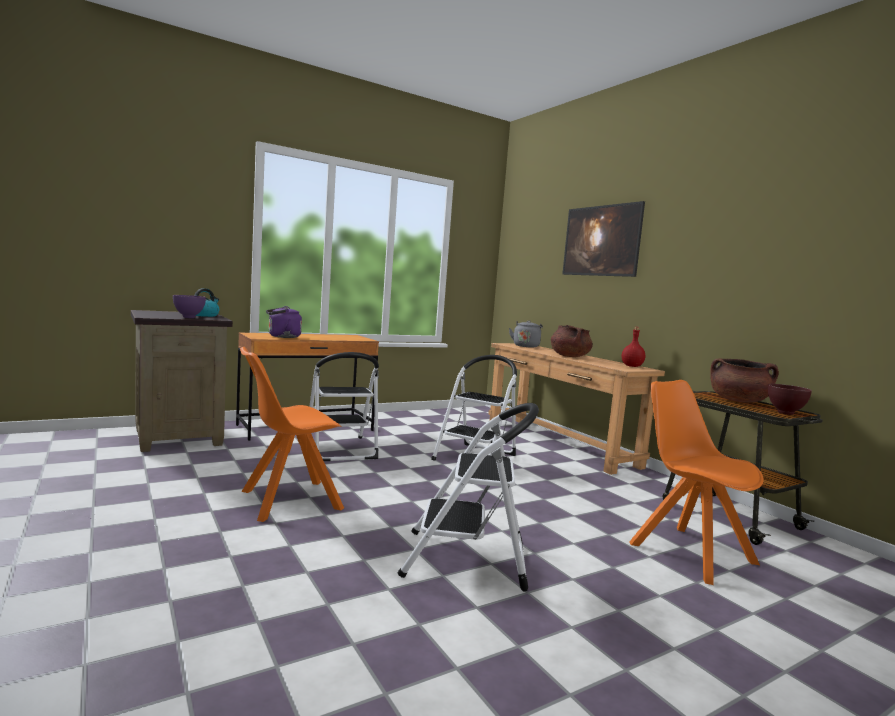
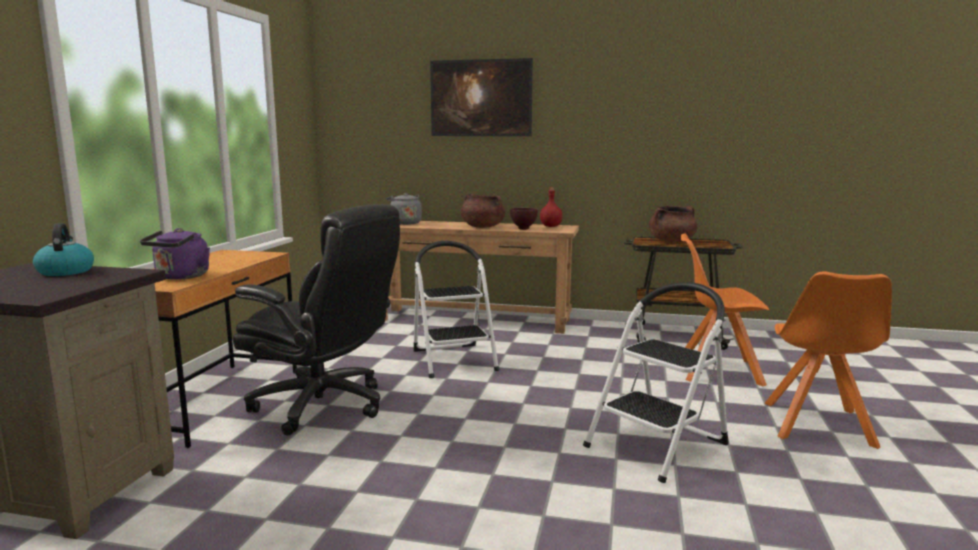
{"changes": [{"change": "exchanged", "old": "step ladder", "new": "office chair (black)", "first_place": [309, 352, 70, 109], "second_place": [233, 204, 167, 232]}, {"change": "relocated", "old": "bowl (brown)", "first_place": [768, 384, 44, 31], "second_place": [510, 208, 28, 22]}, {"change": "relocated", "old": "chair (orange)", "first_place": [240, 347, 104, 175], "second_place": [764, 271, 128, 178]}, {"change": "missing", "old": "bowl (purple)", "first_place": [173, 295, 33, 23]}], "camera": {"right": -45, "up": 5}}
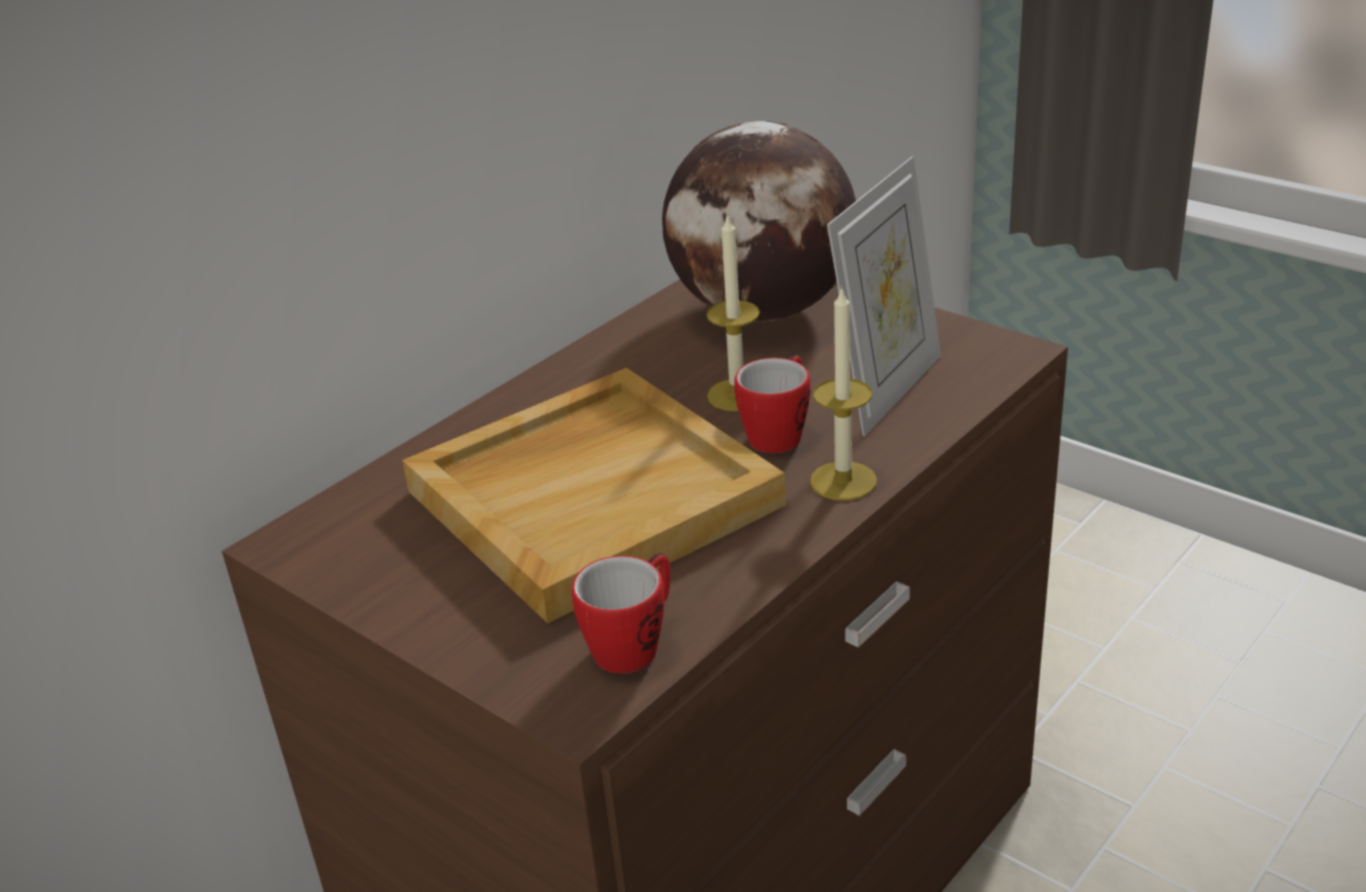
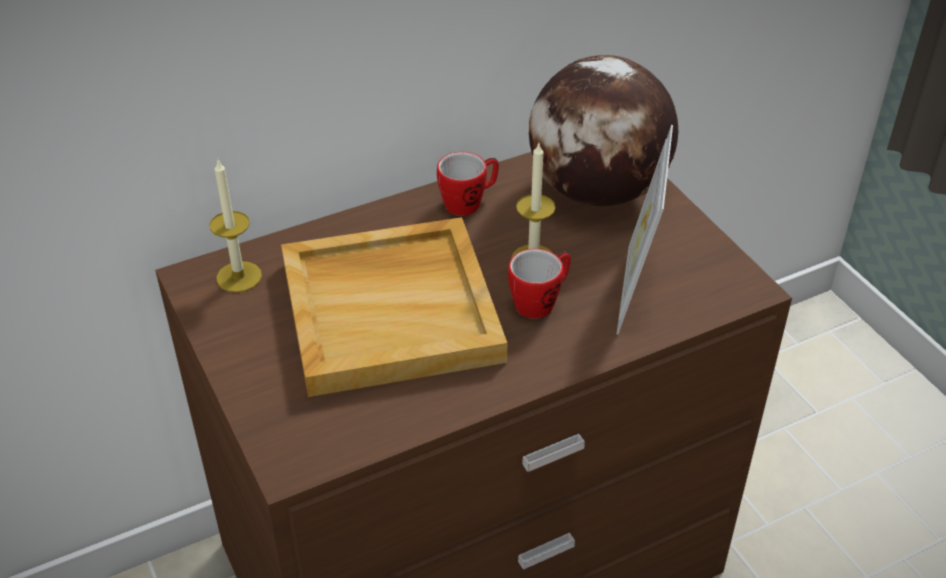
{"changes": [{"change": "relocated", "old": "candle", "first_place": [810, 286, 67, 215], "second_place": [209, 160, 53, 132]}, {"change": "relocated", "old": "mug", "first_place": [571, 553, 99, 120], "second_place": [437, 152, 62, 64]}, {"change": "spun", "old": "picture frame", "first_place": [827, 157, 114, 279], "second_place": [617, 125, 56, 210], "degrees": 135}], "camera": {"right": 20, "up": 10}}
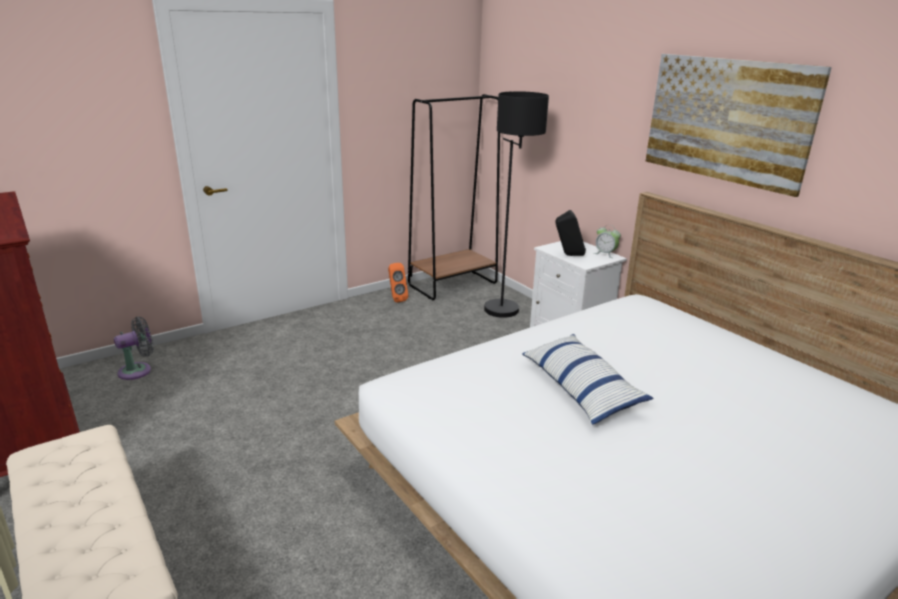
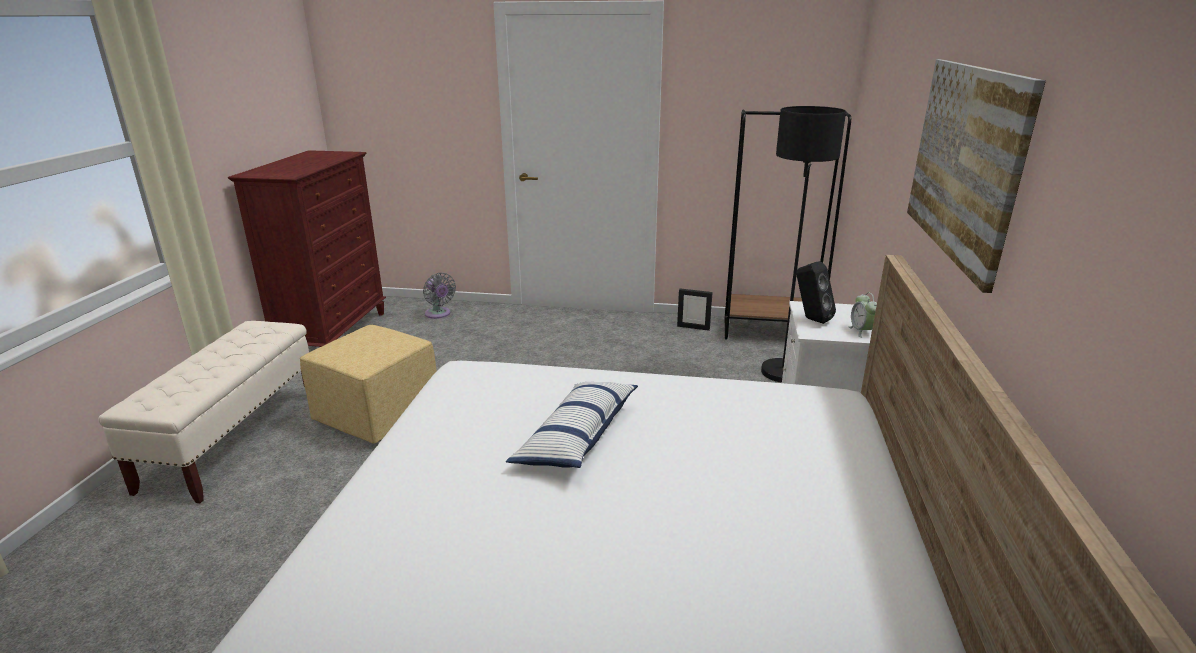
{"changes": [{"change": "appeared", "new": "ottoman (yellow)", "second_place": [300, 325, 137, 118]}, {"change": "spun", "old": "fan (grey)", "first_place": [114, 317, 40, 63], "second_place": [423, 272, 33, 47], "degrees": 45}, {"change": "exchanged", "old": "speaker (orange)", "new": "picture frame", "first_place": [388, 263, 20, 40], "second_place": [677, 288, 36, 43]}], "camera": {"right": 45, "up": 0}}
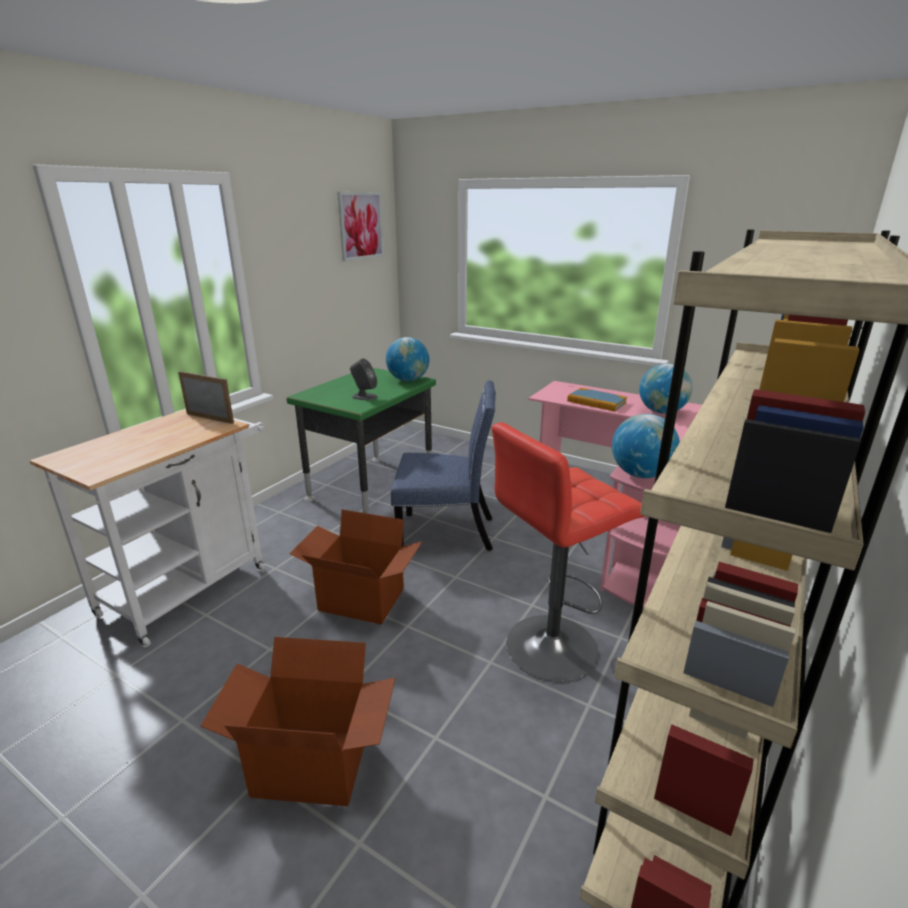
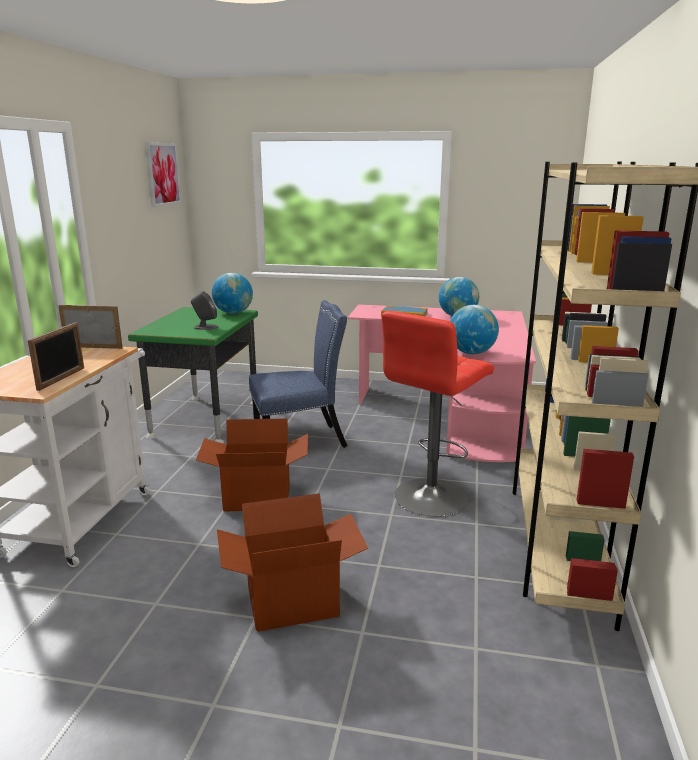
{"changes": [{"change": "appeared", "new": "picture frame", "second_place": [28, 322, 56, 69]}], "camera": {"right": -20, "up": -5}}
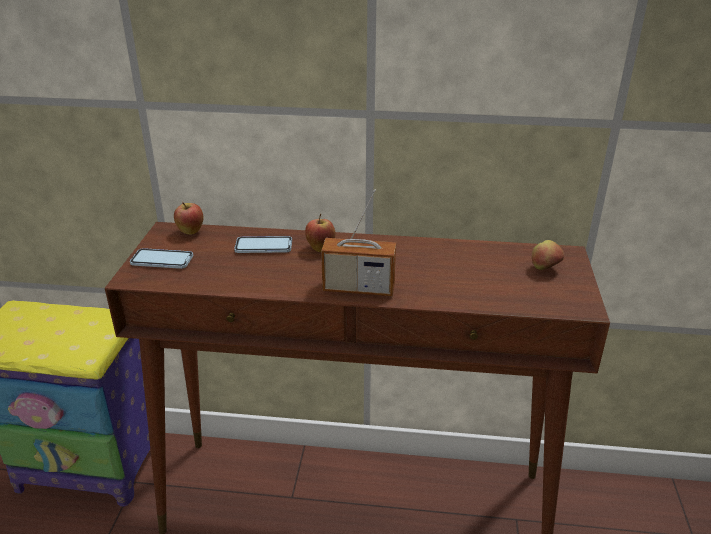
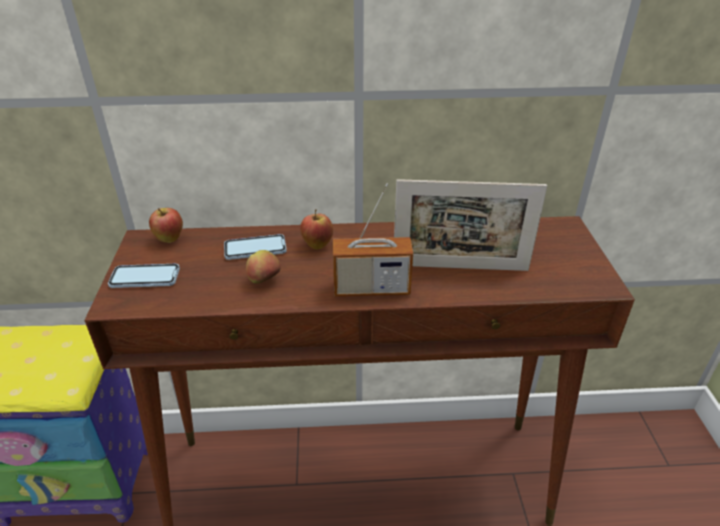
{"changes": [{"change": "relocated", "old": "apple", "first_place": [532, 240, 32, 30], "second_place": [246, 250, 35, 34]}, {"change": "appeared", "new": "picture frame", "second_place": [394, 179, 153, 92]}], "camera": {"right": -10, "up": 5}}
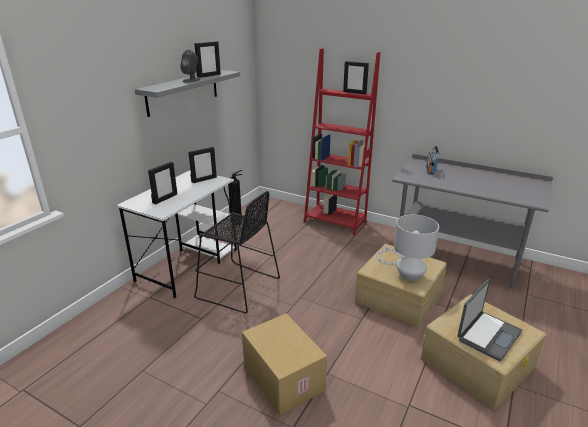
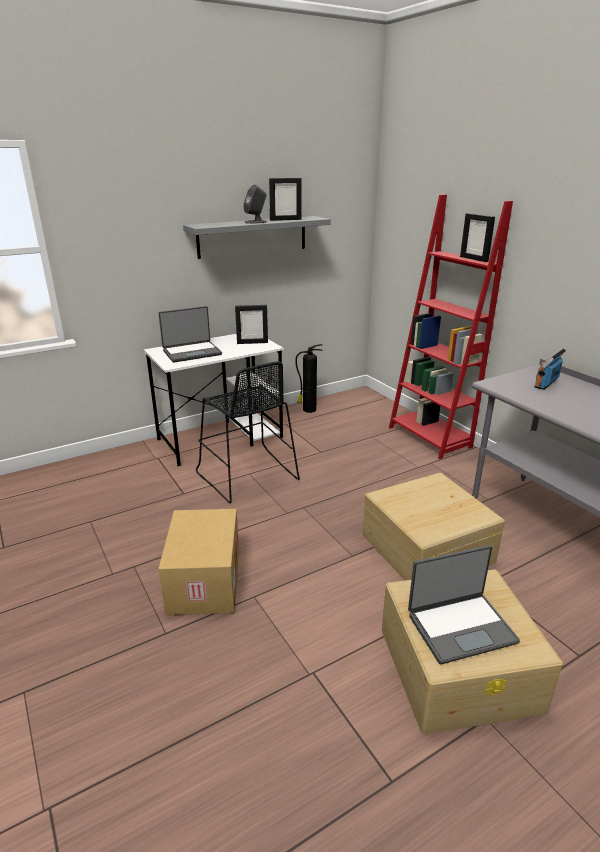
{"changes": [{"change": "exchanged", "old": "picture frame", "new": "laptop", "first_place": [148, 162, 29, 42], "second_place": [158, 306, 64, 57]}, {"change": "missing", "old": "table lamp (white)", "first_place": [376, 215, 63, 66]}], "camera": {"right": 30, "up": 0}}
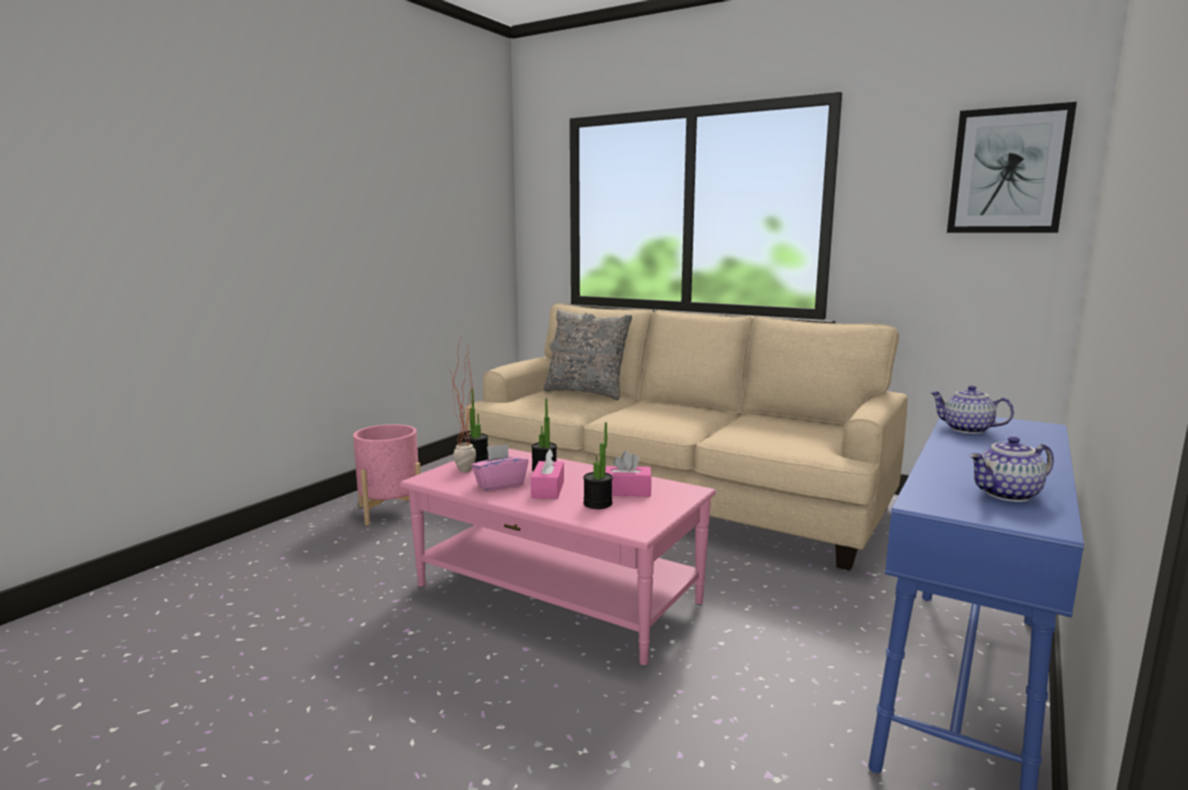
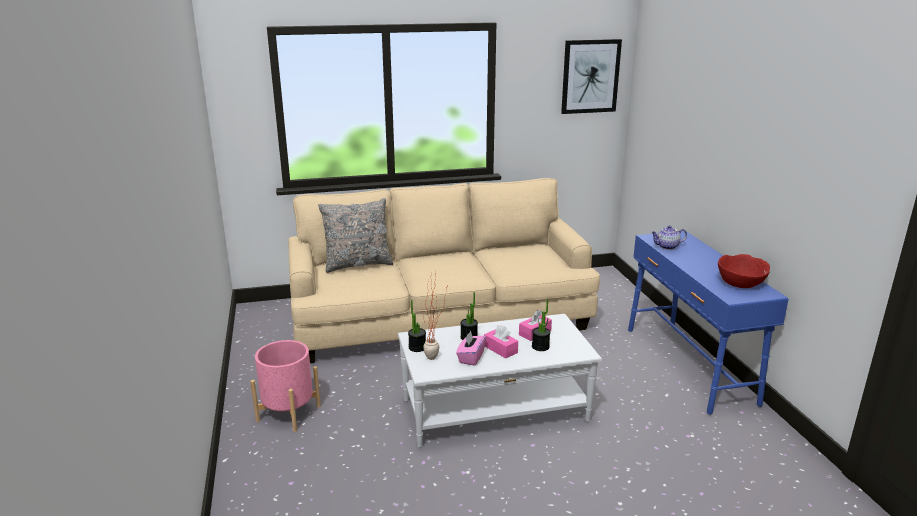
{"changes": [{"change": "colour", "old": "coffee table (pink)", "new": "coffee table (white)", "first_place": [400, 445, 316, 221], "second_place": [398, 314, 204, 134]}, {"change": "exchanged", "old": "teapot", "new": "bowl (red)", "first_place": [969, 436, 85, 66], "second_place": [718, 254, 52, 34]}], "camera": {"right": -45, "up": 10}}
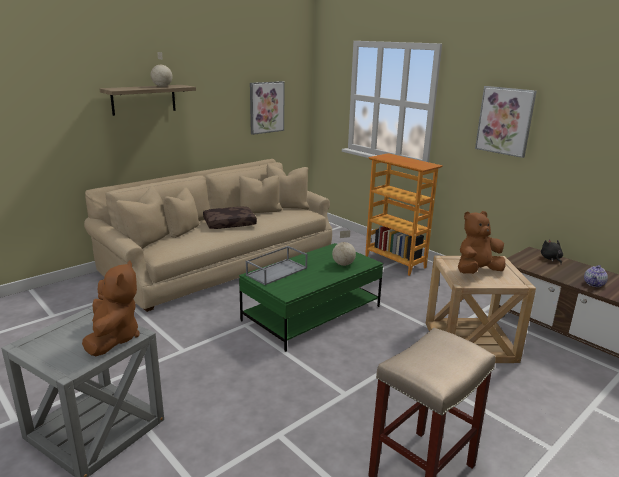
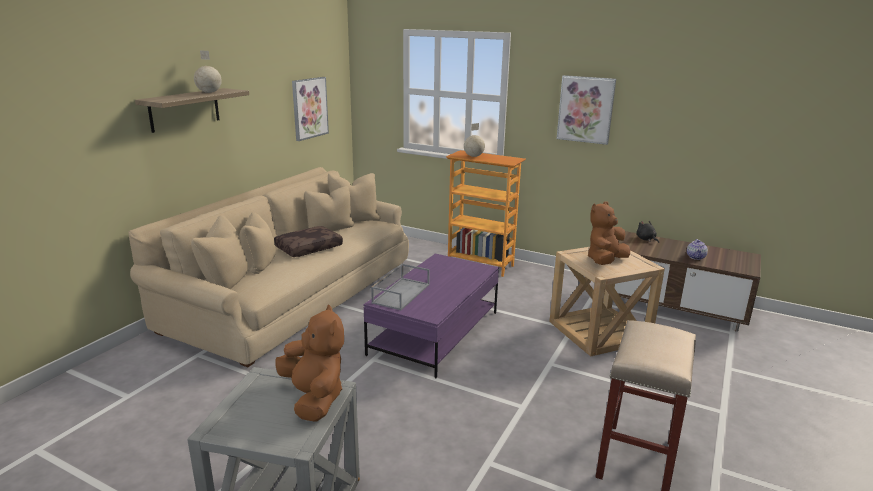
{"changes": [{"change": "colour", "old": "coffee table (green)", "new": "coffee table (purple)", "first_place": [239, 243, 144, 109], "second_place": [364, 253, 135, 125]}, {"change": "relocated", "old": "globe", "first_place": [332, 230, 24, 36], "second_place": [464, 123, 21, 34]}], "camera": {"right": -20, "up": 0}}
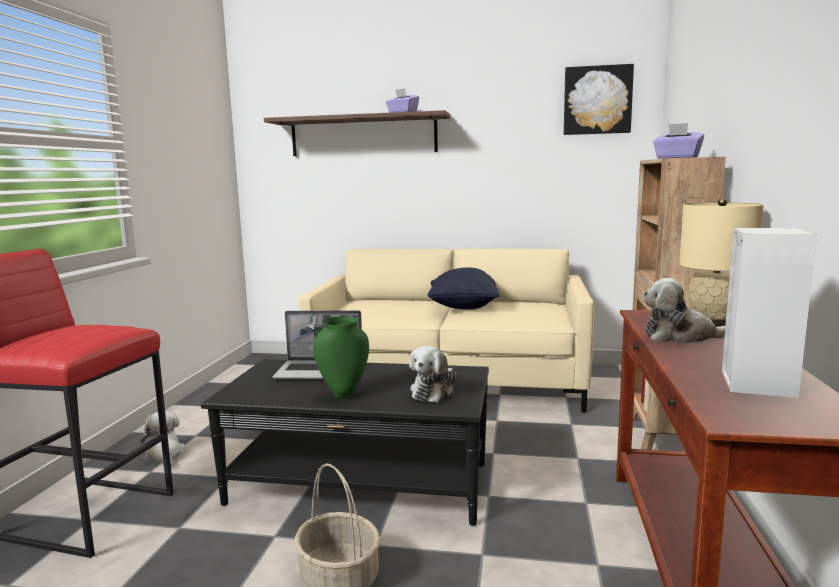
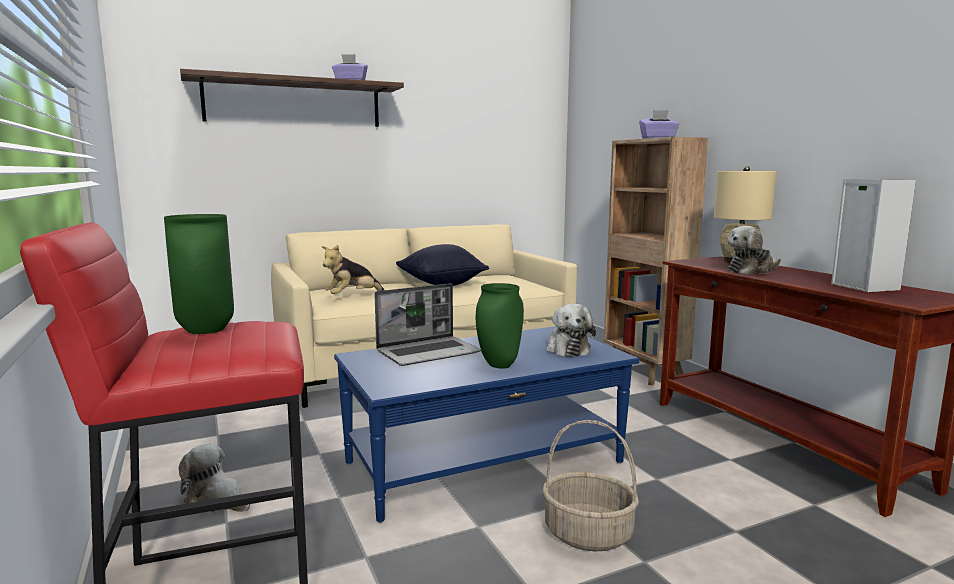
{"changes": [{"change": "appeared", "new": "vase (green)", "second_place": [164, 214, 70, 120]}, {"change": "appeared", "new": "plush toy", "second_place": [322, 245, 62, 49]}, {"change": "colour", "old": "coffee table (black)", "new": "coffee table (blue)", "first_place": [201, 359, 288, 168], "second_place": [334, 326, 305, 197]}, {"change": "missing", "old": "picture", "first_place": [564, 64, 70, 71]}], "camera": {"right": -35, "up": 0}}
